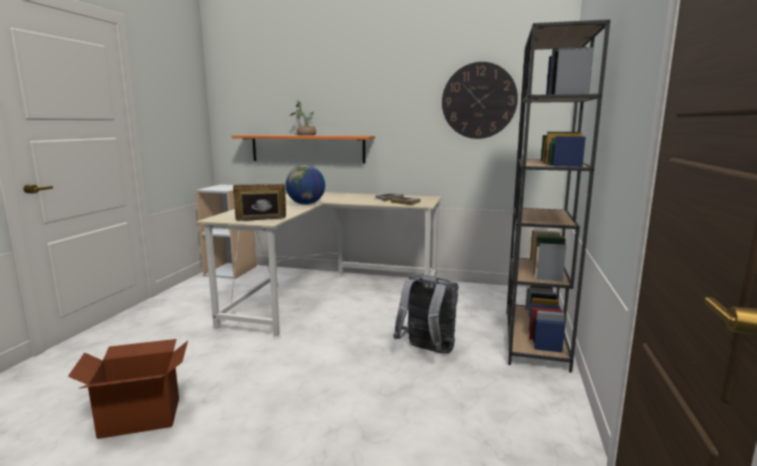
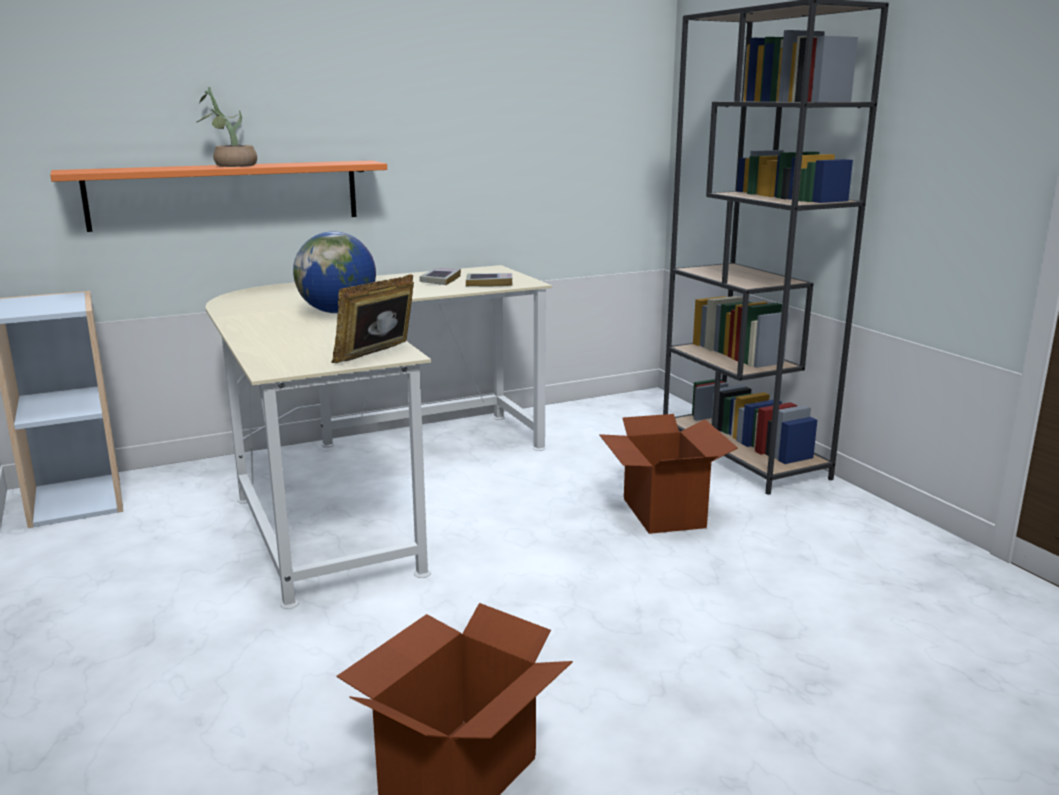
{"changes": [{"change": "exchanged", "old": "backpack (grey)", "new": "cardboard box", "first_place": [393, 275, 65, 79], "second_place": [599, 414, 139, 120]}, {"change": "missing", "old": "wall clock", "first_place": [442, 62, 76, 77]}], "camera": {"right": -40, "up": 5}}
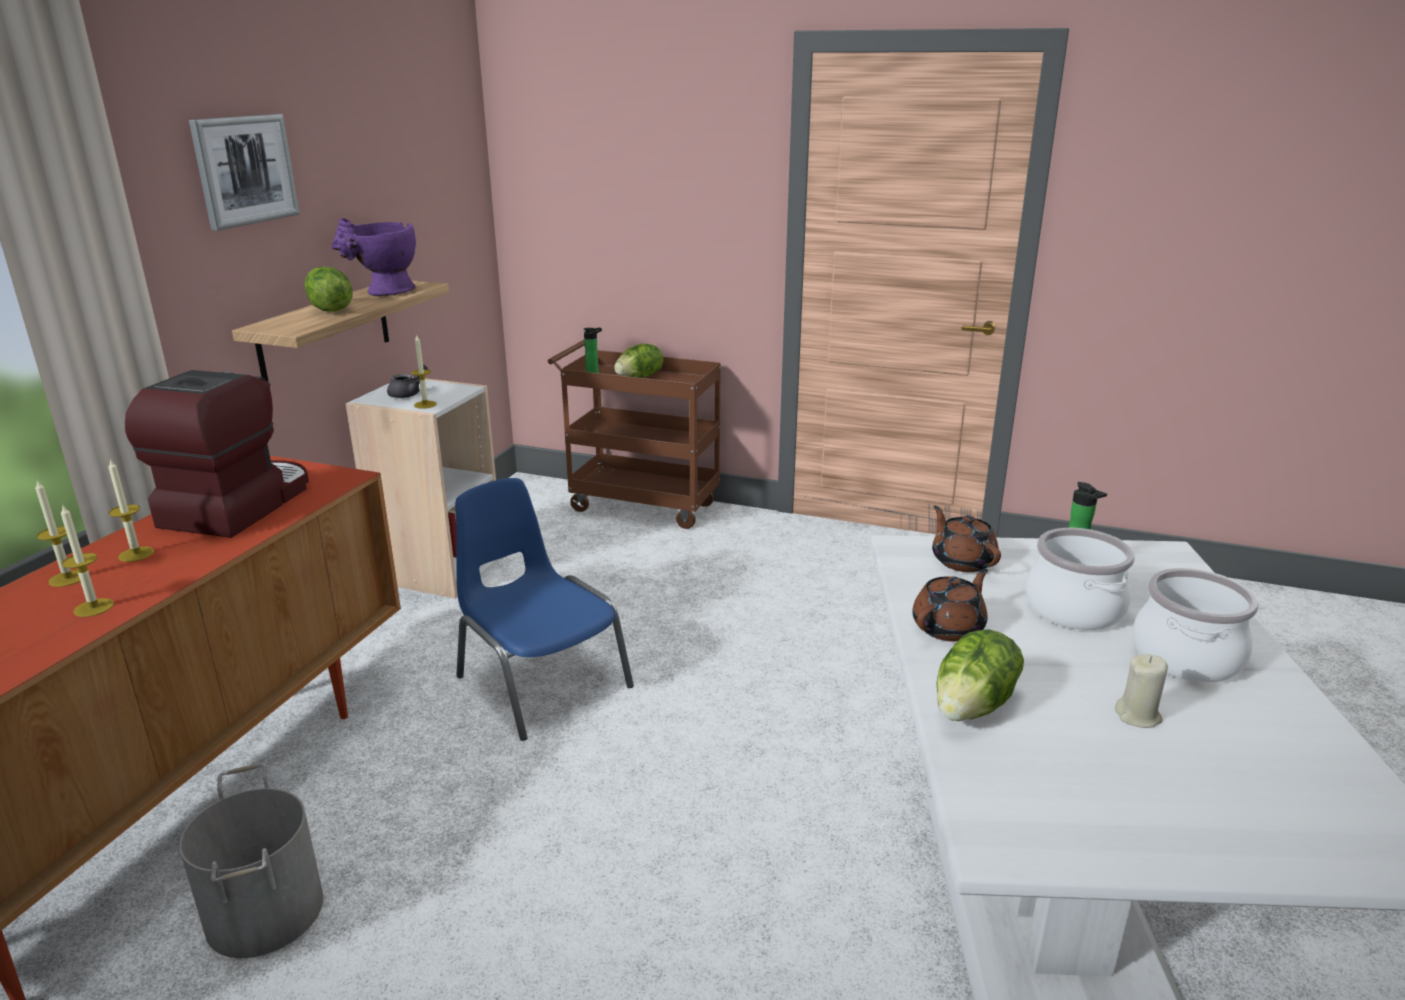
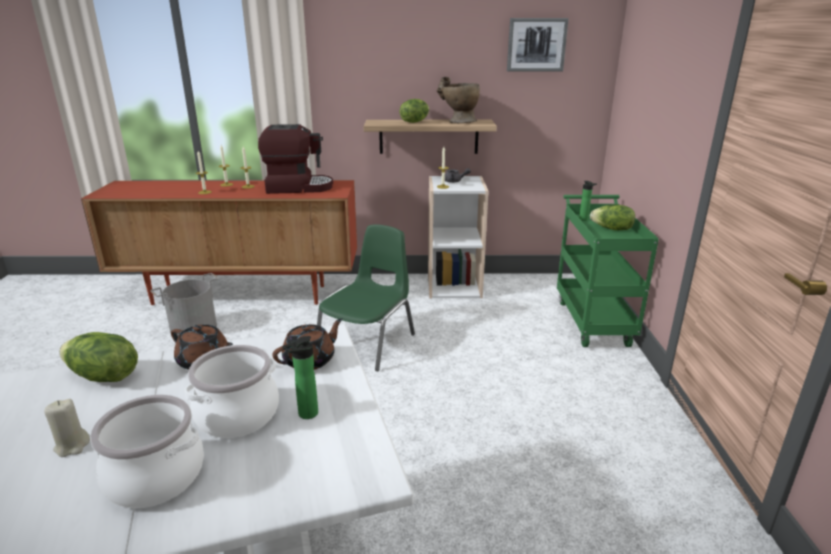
{"changes": [{"change": "colour", "old": "chair (blue)", "new": "chair (green)", "first_place": [455, 478, 179, 263], "second_place": [317, 224, 98, 147]}, {"change": "colour", "old": "vase (purple)", "new": "vase (beige)", "first_place": [331, 218, 85, 78], "second_place": [437, 77, 43, 46]}, {"change": "relocated", "old": "picture", "first_place": [189, 114, 111, 117], "second_place": [507, 18, 62, 53]}, {"change": "colour", "old": "cart (brown)", "new": "cart (green)", "first_place": [548, 340, 173, 189], "second_place": [557, 195, 102, 152]}], "camera": {"right": 70, "up": 0}}
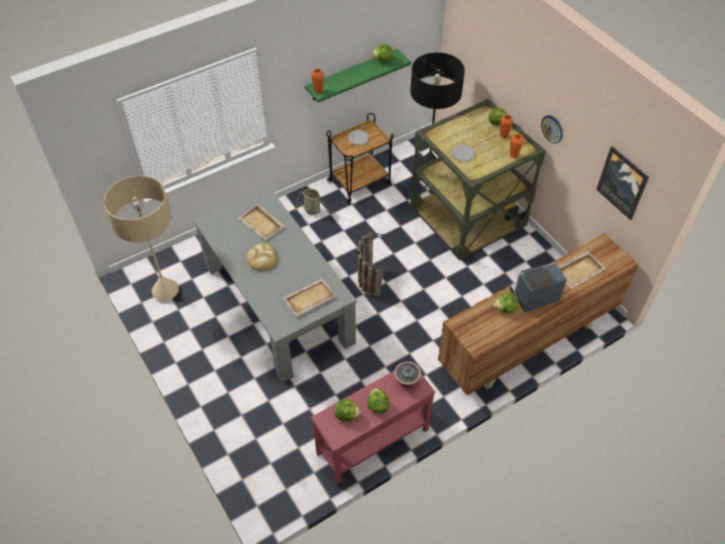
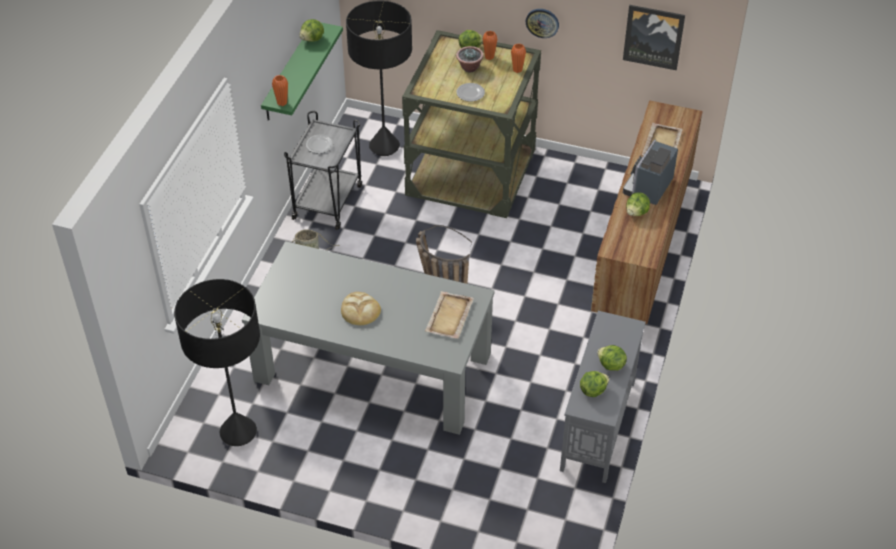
{"changes": [{"change": "colour", "old": "floor lamp (beige)", "new": "floor lamp (black)", "first_place": [104, 175, 75, 126], "second_place": [174, 279, 86, 167]}, {"change": "colour", "old": "cart (brown)", "new": "cart (grey)", "first_place": [326, 113, 68, 90], "second_place": [284, 111, 78, 119]}, {"change": "relocated", "old": "potted plant", "first_place": [394, 362, 27, 26], "second_place": [456, 46, 28, 26]}, {"change": "colour", "old": "console table (red)", "new": "console table (grey)", "first_place": [311, 361, 125, 124], "second_place": [560, 311, 86, 172]}, {"change": "missing", "old": "tray (beige)", "first_place": [238, 204, 47, 36]}], "camera": {"right": -40, "up": -5}}
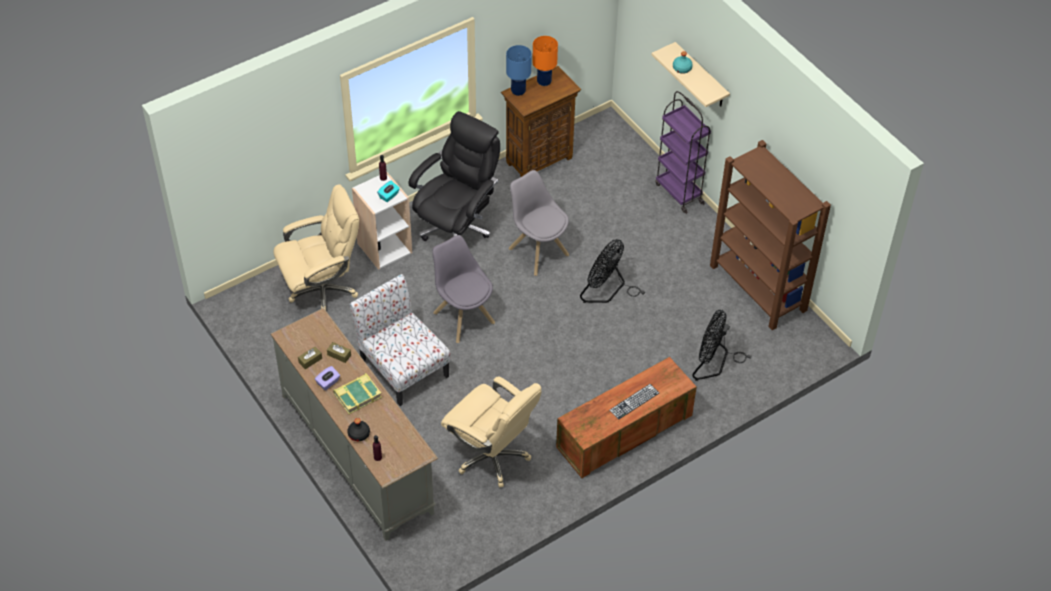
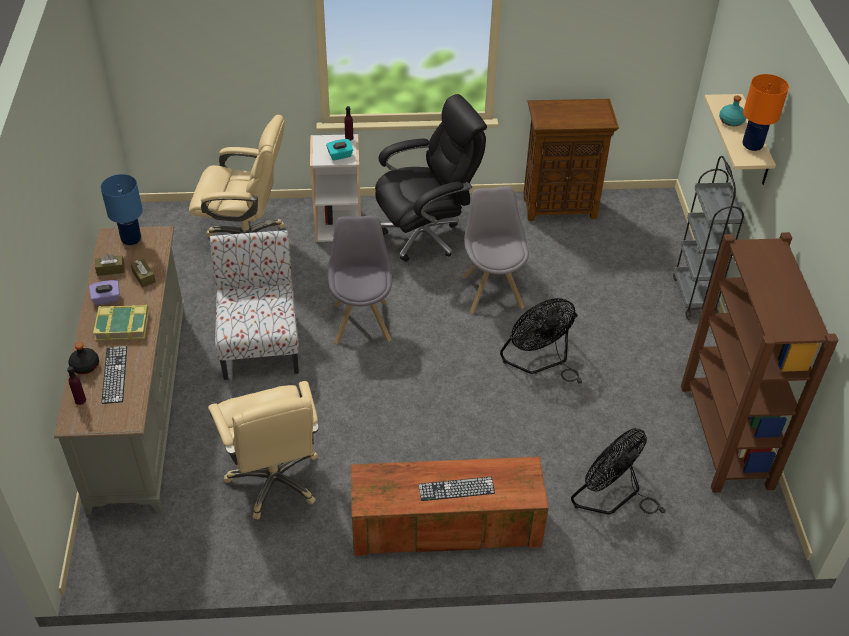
{"changes": [{"change": "relocated", "old": "table lamp (blue)", "first_place": [506, 45, 26, 51], "second_place": [101, 174, 42, 71]}, {"change": "appeared", "new": "keyboard", "second_place": [101, 346, 26, 58]}, {"change": "colour", "old": "cart (purple)", "new": "cart (grey)", "first_place": [655, 91, 56, 123], "second_place": [673, 156, 72, 164]}, {"change": "relocated", "old": "table lamp (orange)", "first_place": [532, 36, 26, 50], "second_place": [743, 74, 46, 77]}], "camera": {"right": 30, "up": -5}}
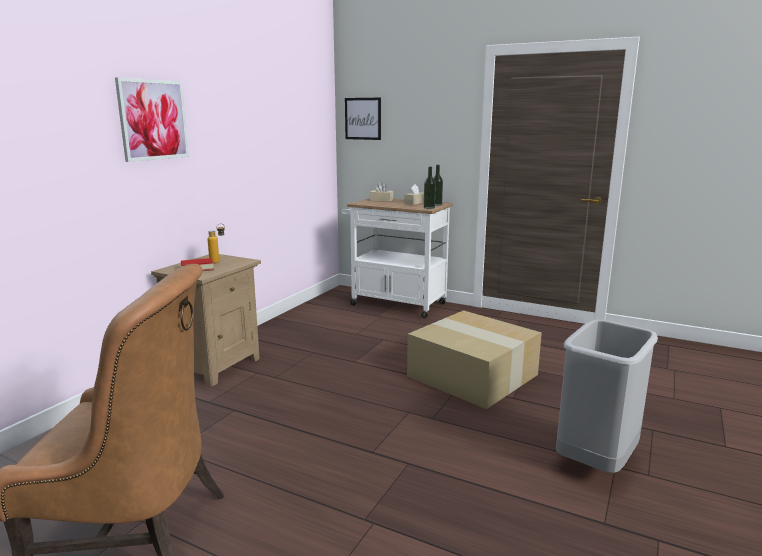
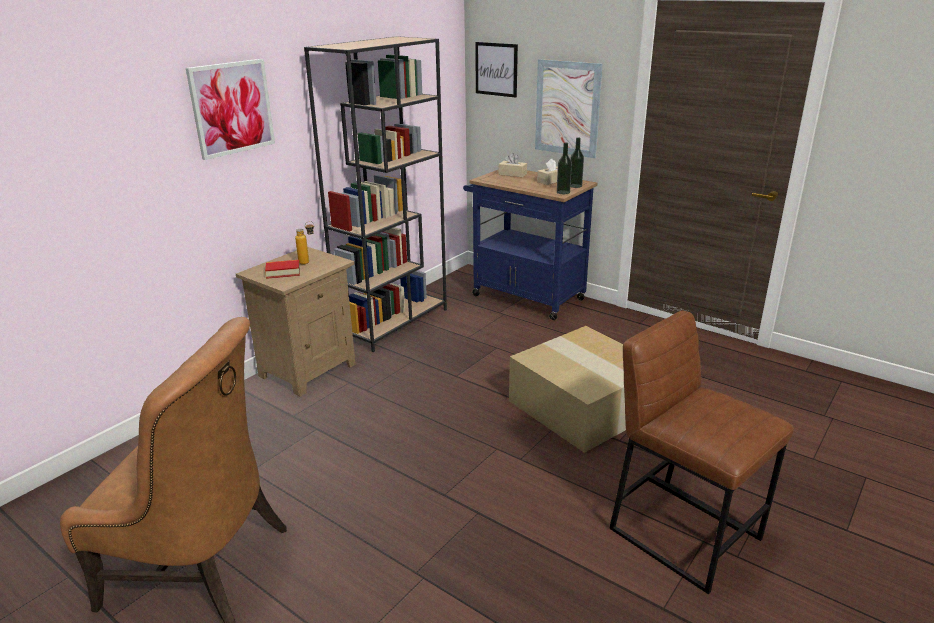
{"changes": [{"change": "appeared", "new": "bookcase", "second_place": [304, 36, 143, 316]}, {"change": "colour", "old": "cart (white)", "new": "cart (blue)", "first_place": [341, 198, 112, 120], "second_place": [463, 169, 134, 151]}, {"change": "appeared", "new": "picture", "second_place": [535, 59, 68, 99]}, {"change": "exchanged", "old": "trash can (grey)", "new": "chair (brown)", "first_place": [556, 319, 102, 154], "second_place": [609, 311, 185, 283]}], "camera": {"right": 10, "up": 10}}
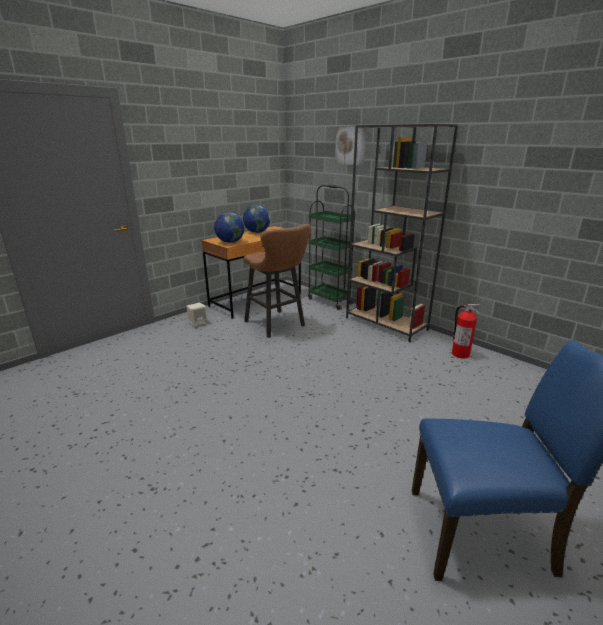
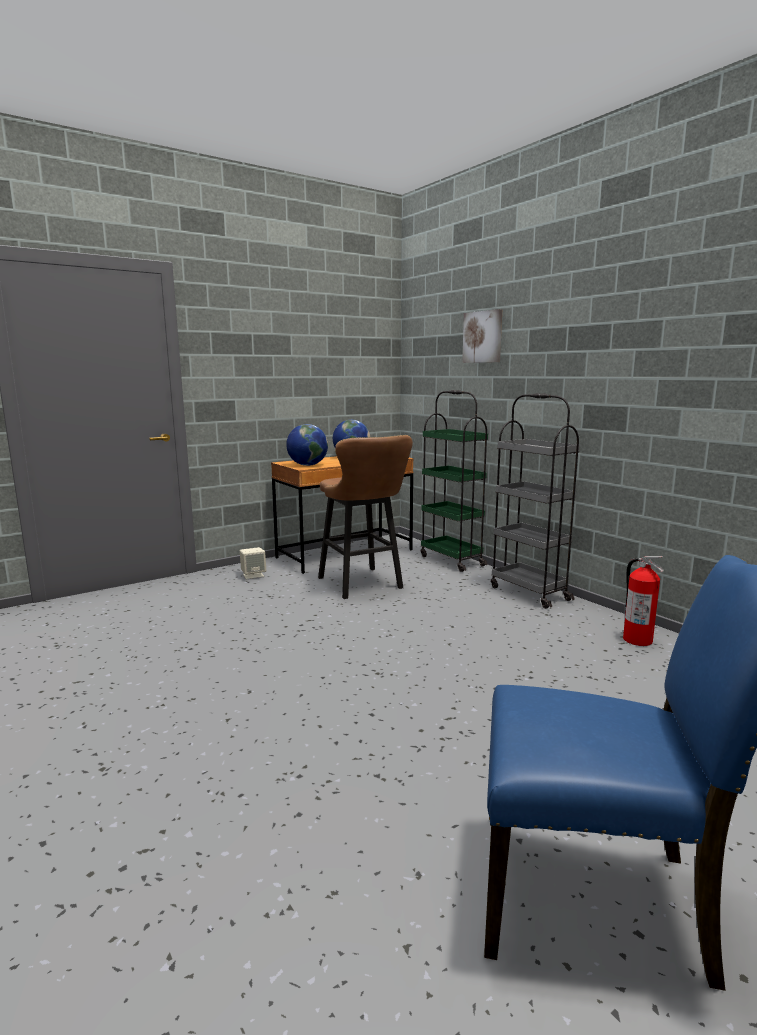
{"changes": [{"change": "exchanged", "old": "bookcase", "new": "cart (grey)", "first_place": [346, 124, 112, 218], "second_place": [491, 393, 88, 216]}], "camera": {"right": 10, "up": -10}}
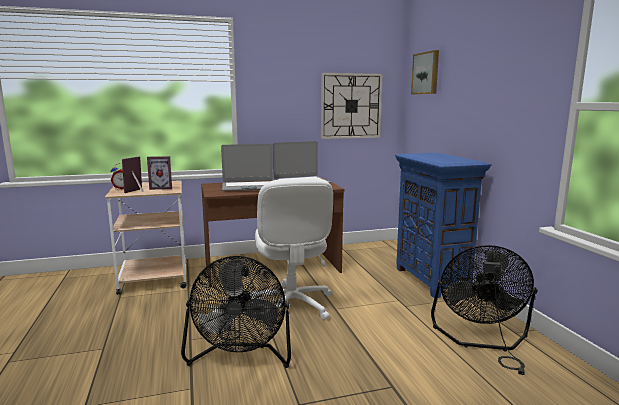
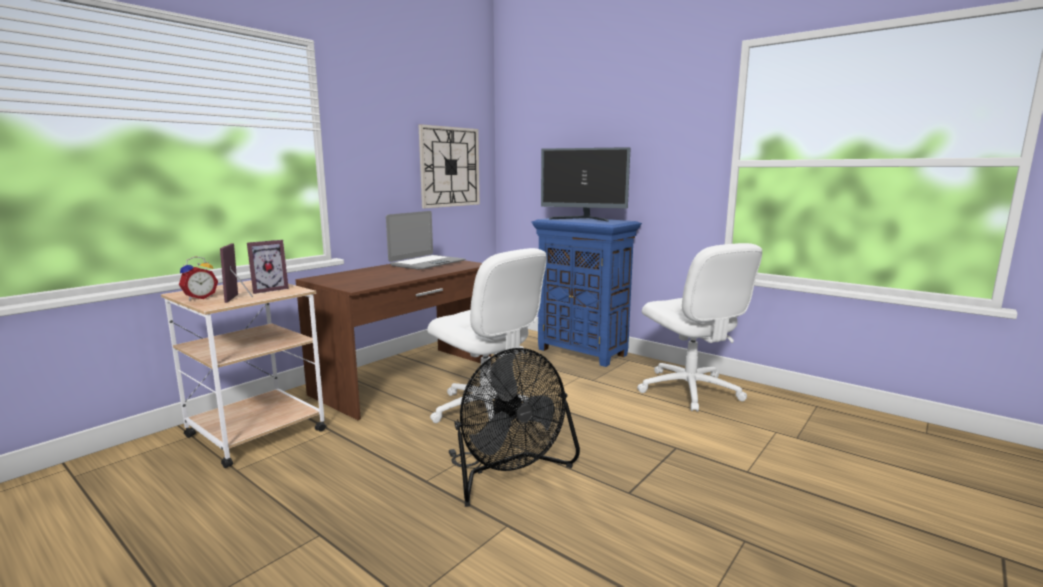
{"changes": [{"change": "appeared", "new": "monitor", "second_place": [541, 147, 90, 75]}, {"change": "exchanged", "old": "fan (black)", "new": "office chair (white)", "first_place": [431, 245, 107, 130], "second_place": [637, 243, 125, 169]}, {"change": "missing", "old": "laptop", "first_place": [221, 144, 52, 47]}, {"change": "missing", "old": "picture", "first_place": [411, 50, 28, 44]}], "camera": {"right": -35, "up": 0}}
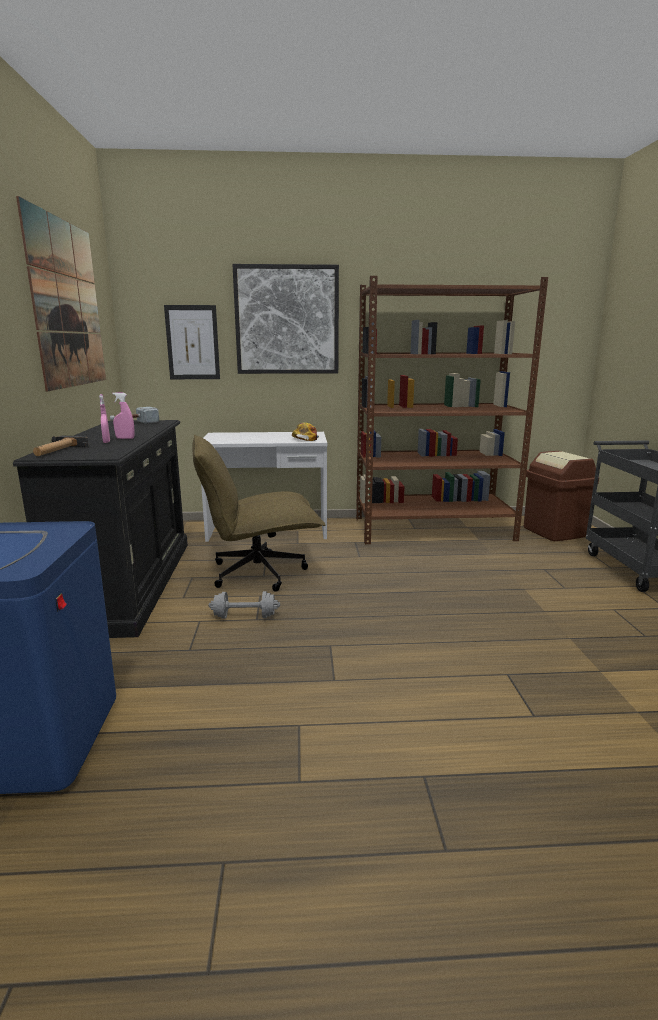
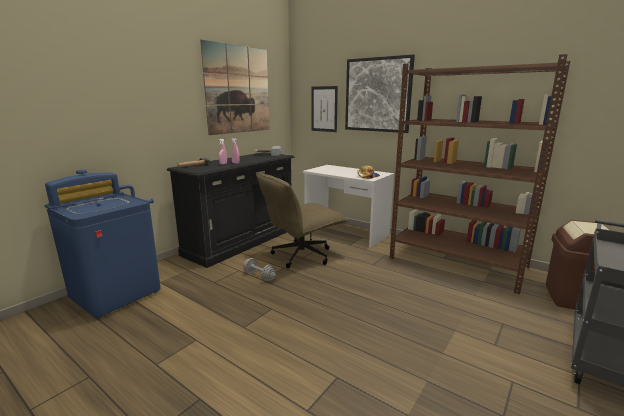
{"changes": [{"change": "spun", "old": "office chair (beige)", "first_place": [192, 435, 133, 157], "second_place": [255, 172, 95, 96], "degrees": -60}], "camera": {"right": 40, "up": 0}}
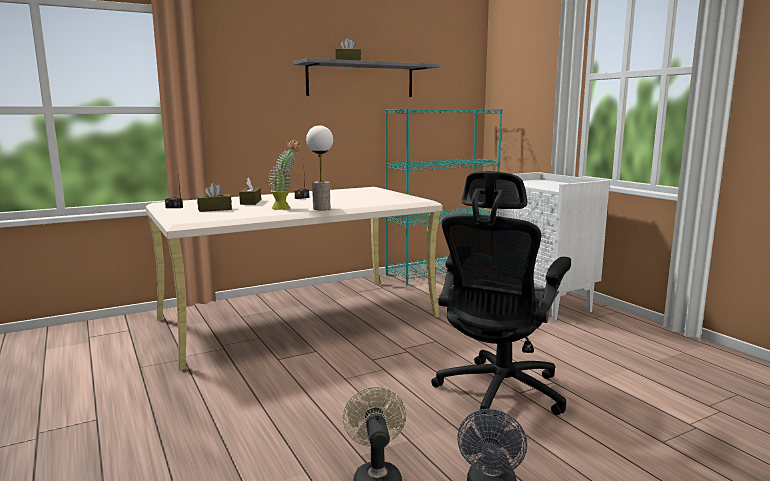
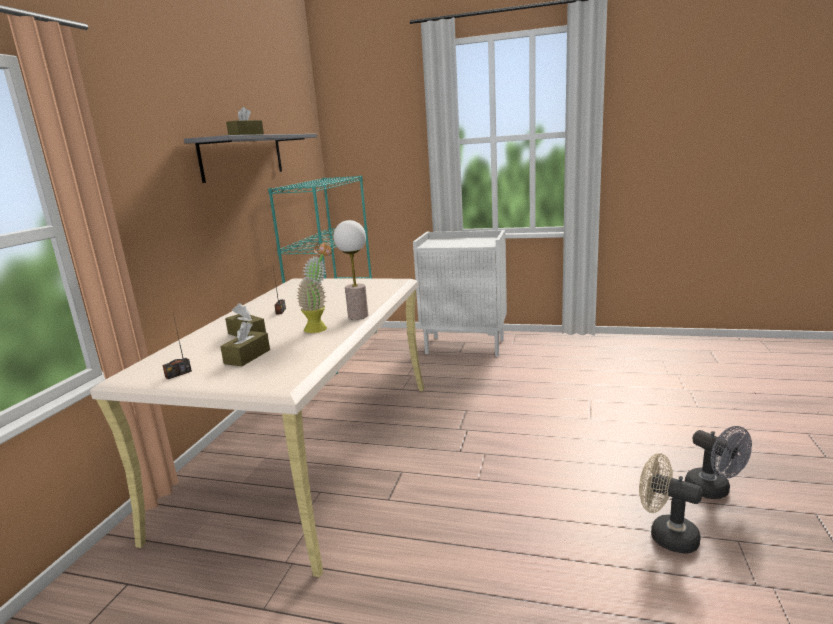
{"changes": [{"change": "missing", "old": "office chair", "first_place": [431, 171, 140, 245]}], "camera": {"right": -45, "up": 5}}
